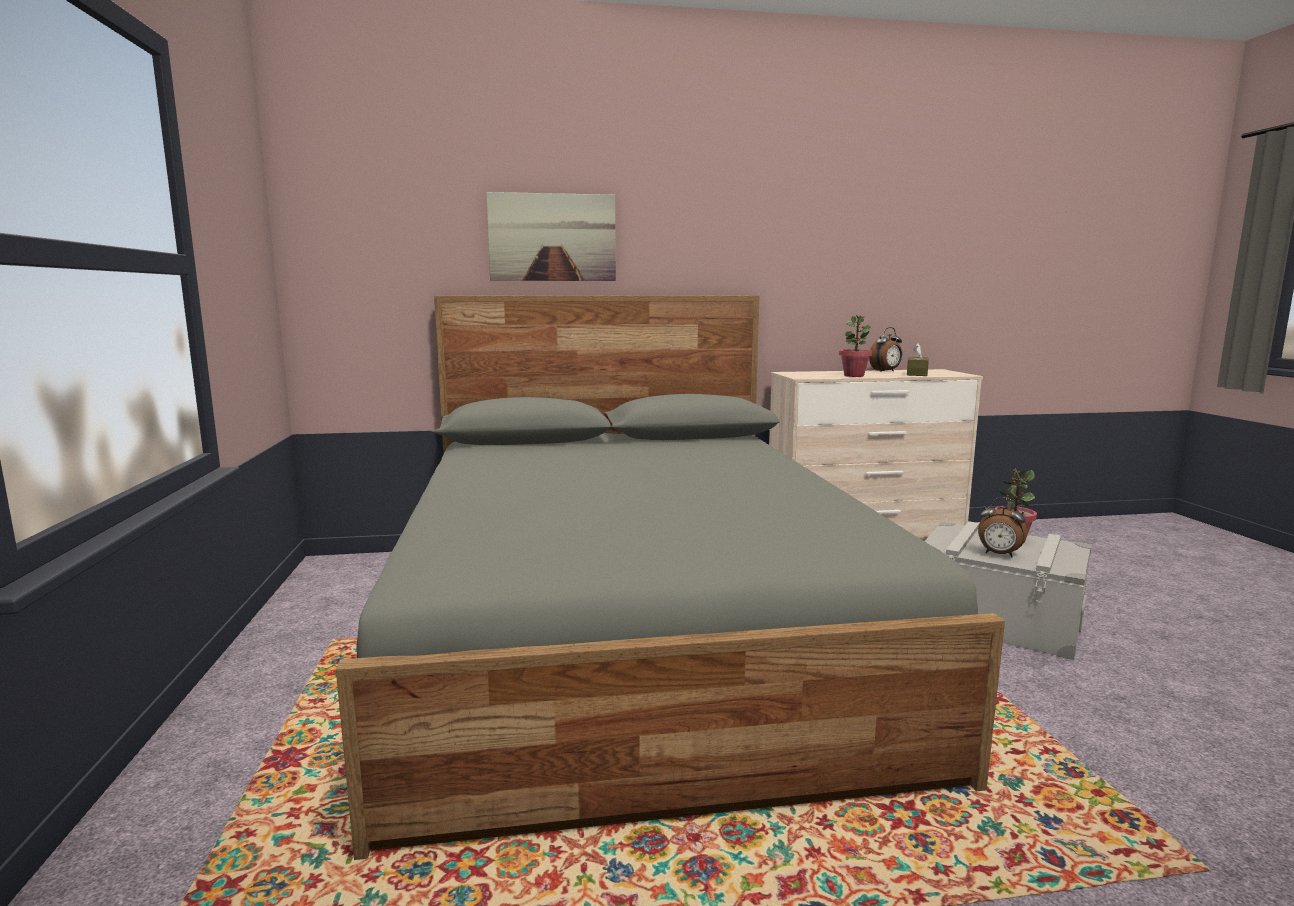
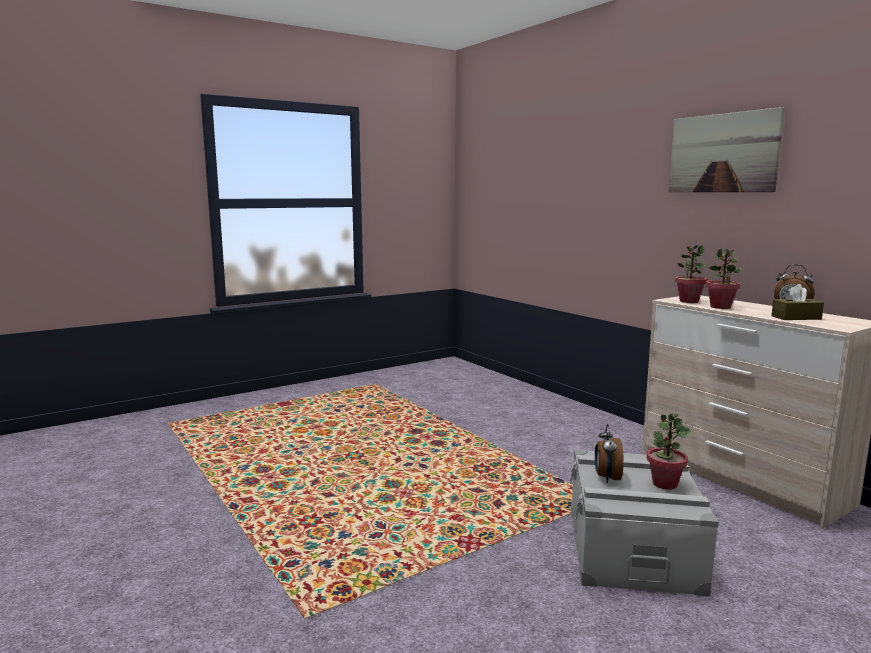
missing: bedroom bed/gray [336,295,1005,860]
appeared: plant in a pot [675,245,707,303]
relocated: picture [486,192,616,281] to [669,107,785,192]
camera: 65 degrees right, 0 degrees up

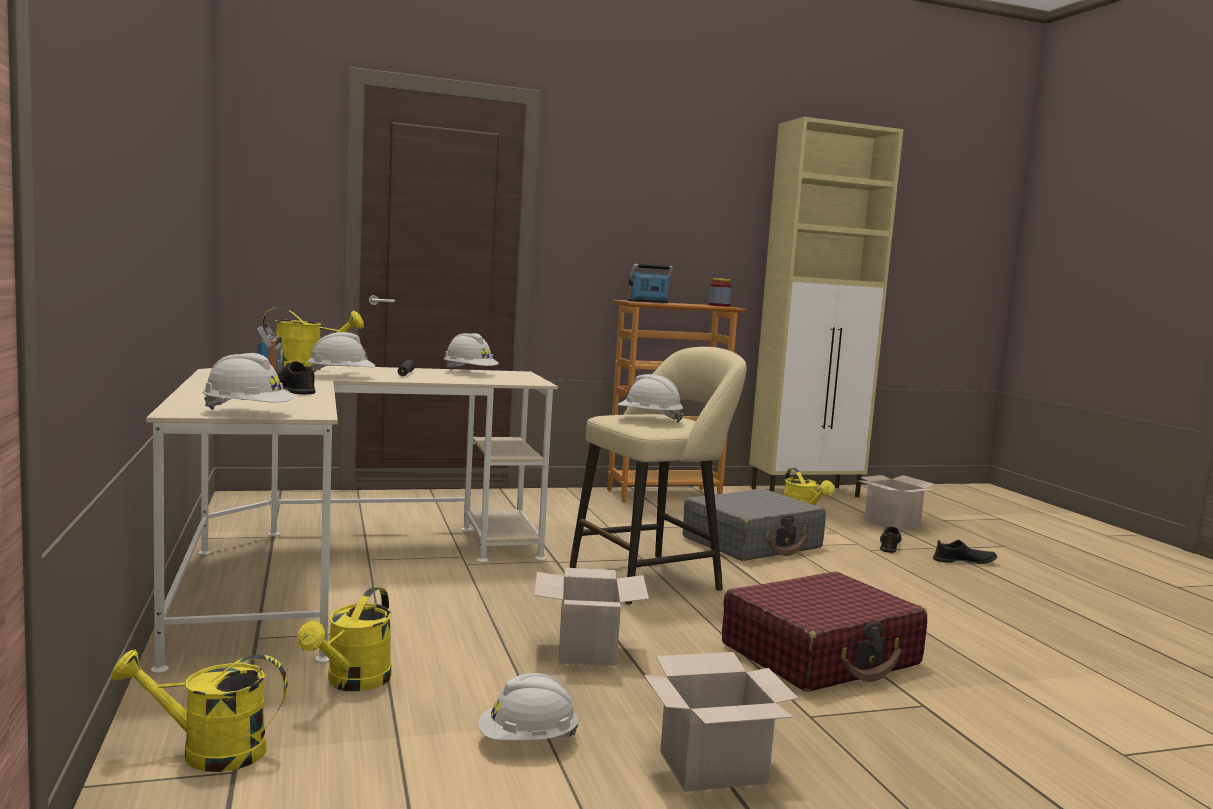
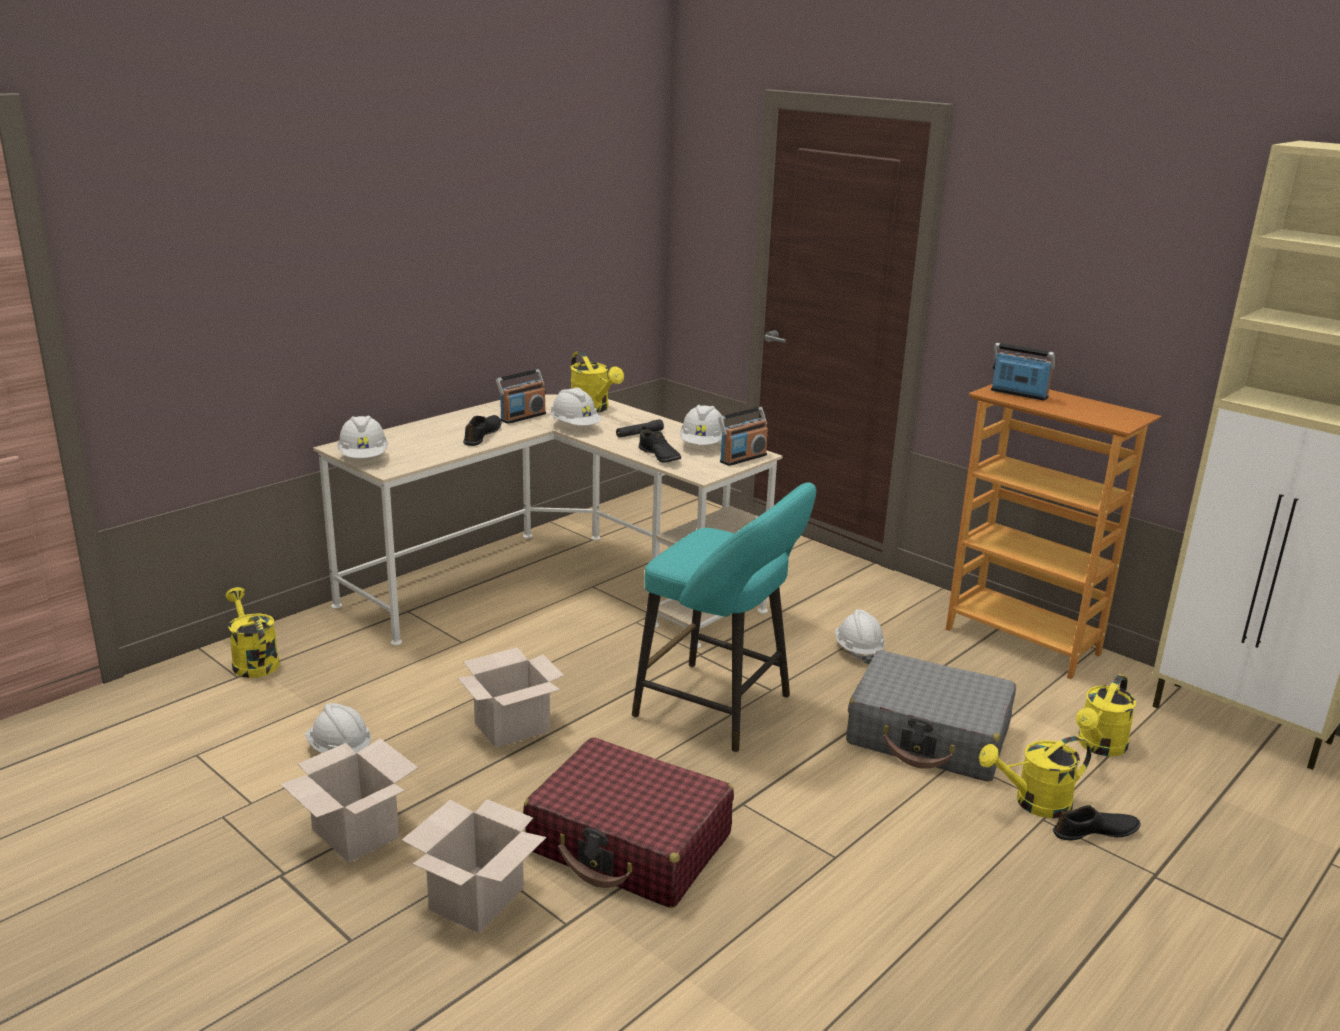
missing: storage jar [709,278,732,307]
appeared: radio receiver [718,407,768,466]
relocated: sprinkling can/yellowish [297,587,392,691] to [979,736,1091,818]; work helmet/whitish [617,374,684,423] to [835,609,885,665]; packing box [857,475,936,530] to [402,799,547,933]; low shoe/blackish [933,540,997,564] to [639,426,681,462]
colour: stool/sand-coloured [569,347,747,605] to stool/blue-green [632,482,816,753]
camera: 60 degrees right, 15 degrees up

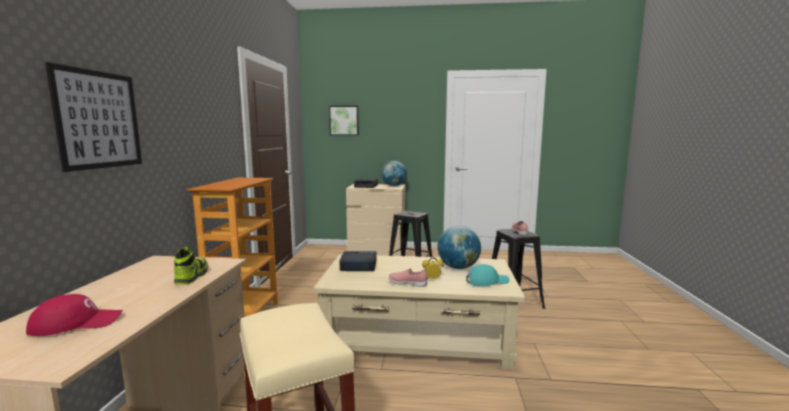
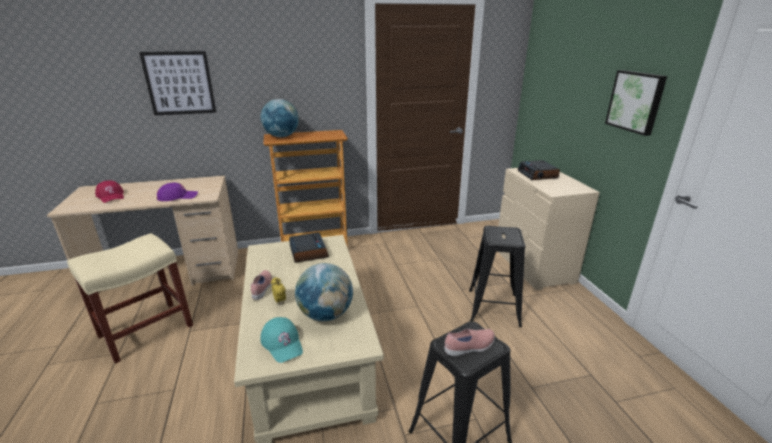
relocated: picture [329,106,359,136] to [605,70,667,136]; desk globe [381,161,407,186] to [260,99,299,137]
exchanged: low shoe [174,247,208,285] to baseball cap/purple [157,183,198,201]
camera: 70 degrees right, 15 degrees up

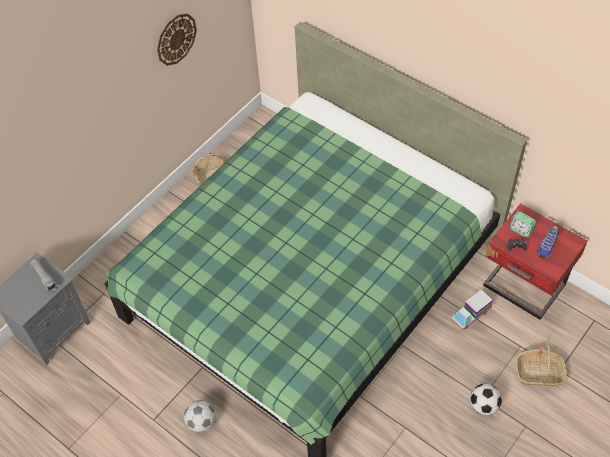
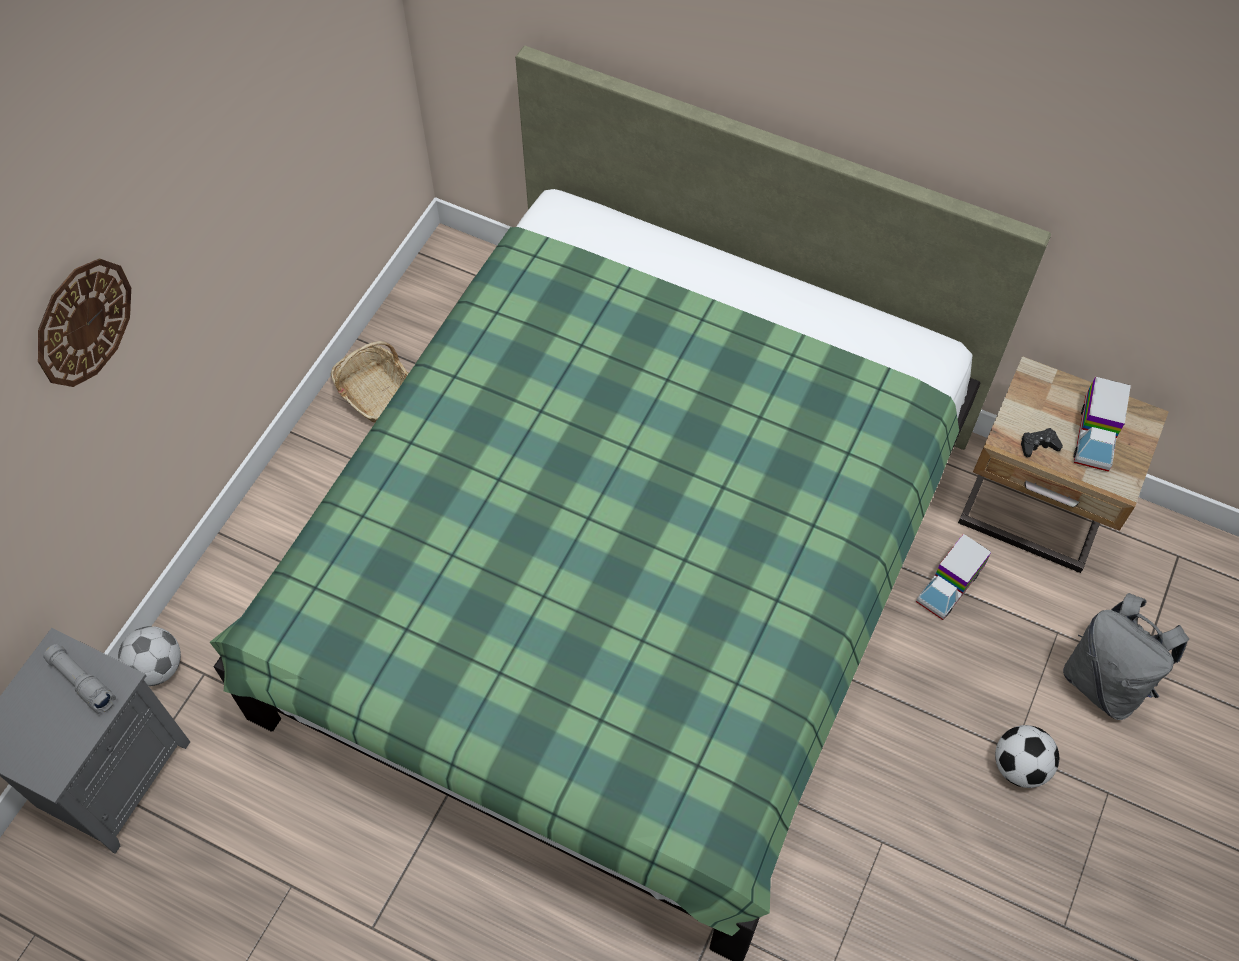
missing: alarm clock [509,211,536,238]
relocated: wall clock [157,14,197,66] to [38,258,131,387]; ball for football [184,400,215,432] to [118,626,181,686]
exchanged: storage basket [516,342,567,387] to backpack/gray [1063,593,1189,720]; low shoe [537,226,559,259] to model truck [1074,377,1131,472]
colour: nightstand/red-coloured [483,204,588,320] to nightstand/sand-coloured [958,356,1169,573]
camera: 15 degrees left, 5 degrees up

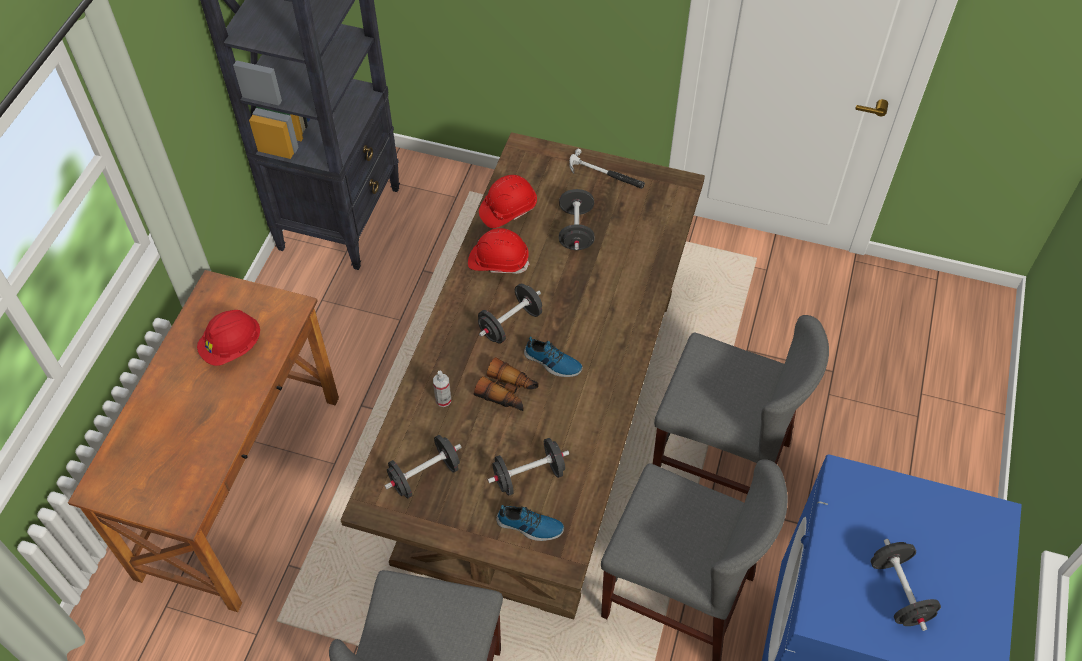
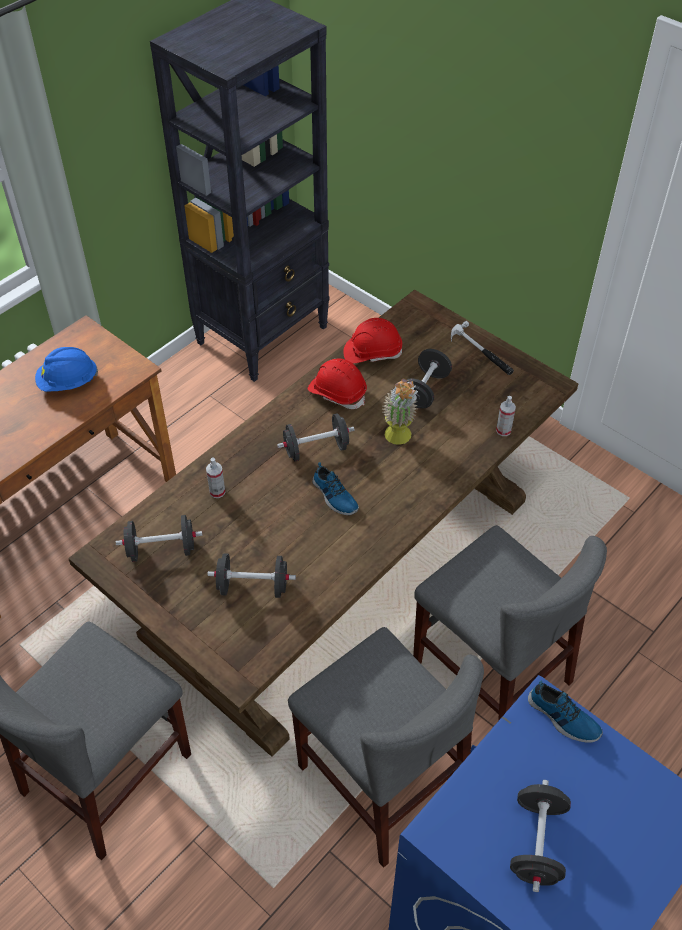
missing: binoculars [474,357,539,411]
appeared: plant in a pot [382,378,418,445]; sprayer [496,396,516,436]
relocated: low shoe [496,505,564,541] to [528,681,603,743]
colour: work helmet/red-coloured [197,310,260,366] to work helmet/blue-coloured [35,347,98,392]
camera: 25 degrees right, 5 degrees down

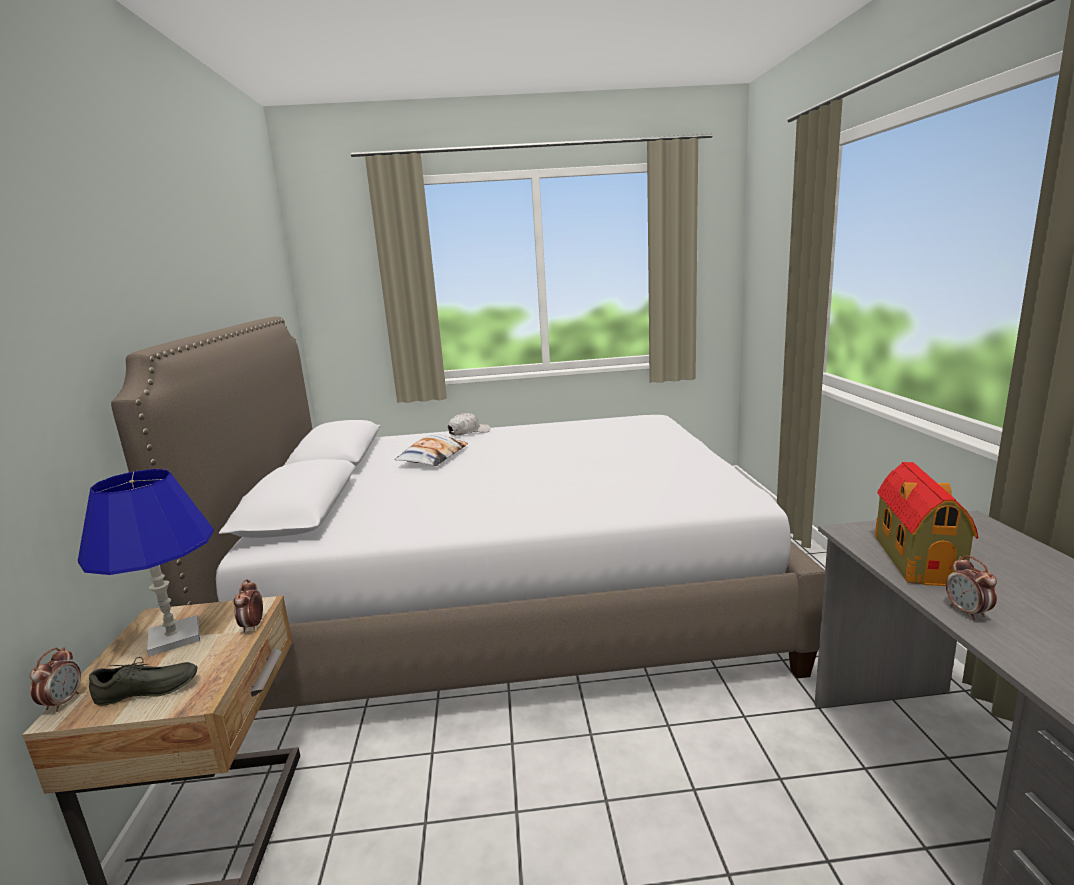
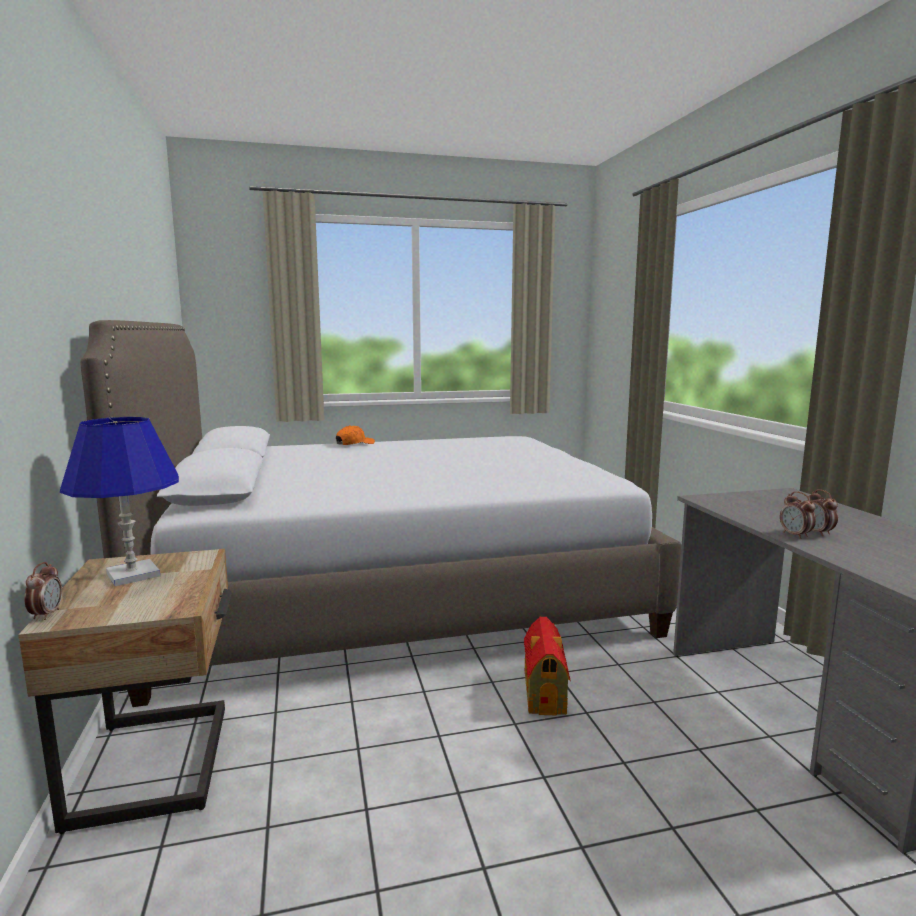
missing: low shoe/gray [89,657,198,706]; throw pillow [394,434,468,466]
relocated: alarm clock [234,579,263,633] to [808,489,838,536]; toy house [875,462,978,586] to [524,617,571,716]
colour: baseball cap/whitish [448,413,490,436] to baseball cap/orange [336,425,375,445]
camera: 10 degrees left, 5 degrees down

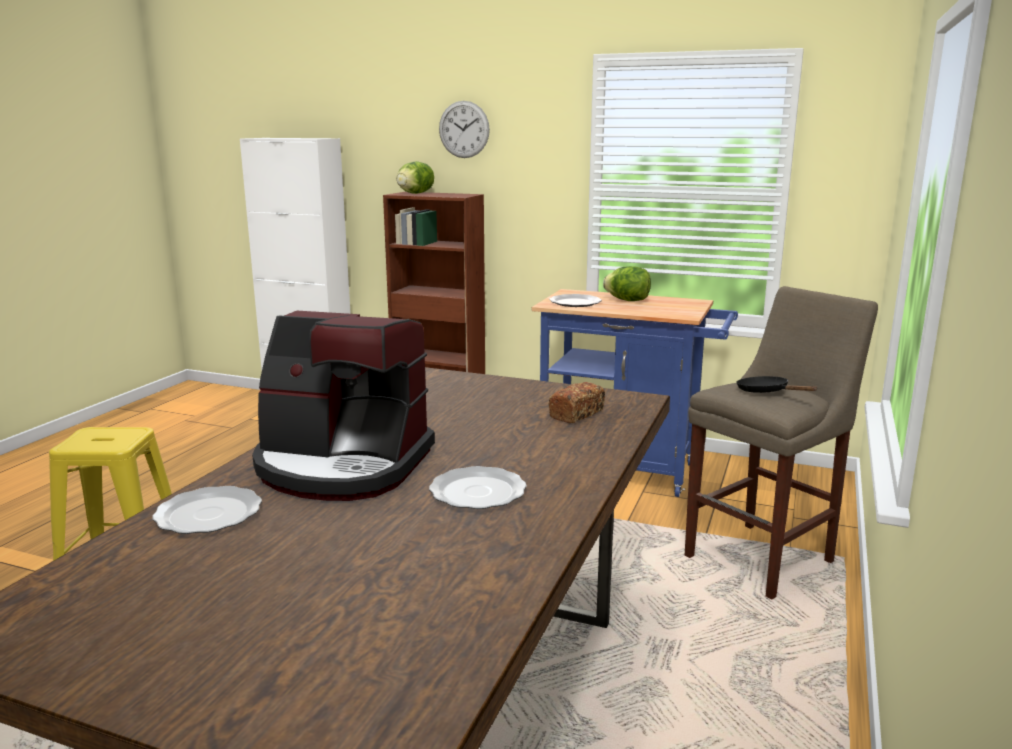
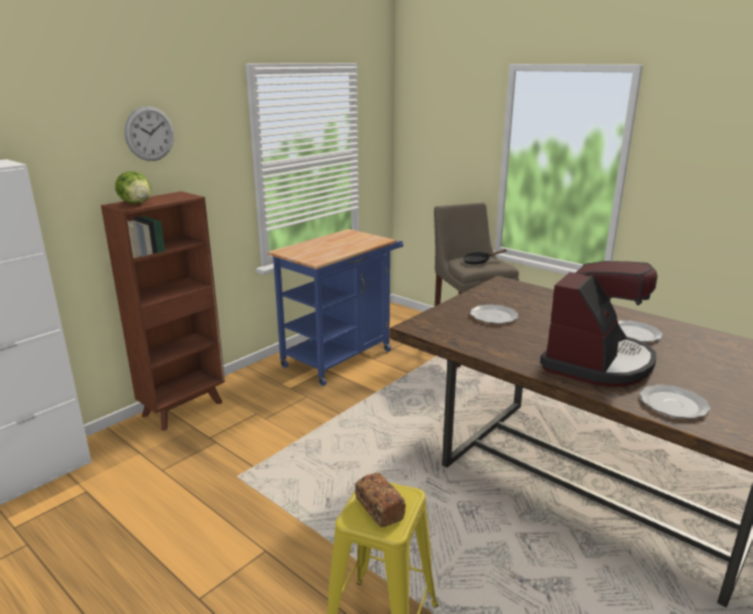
missing: head of lettuce [603,266,651,301]
relocated: baked bread [548,382,605,423] to [355,473,406,527]; plate [549,294,602,307] to [470,304,518,324]
camera: 70 degrees left, 5 degrees up

